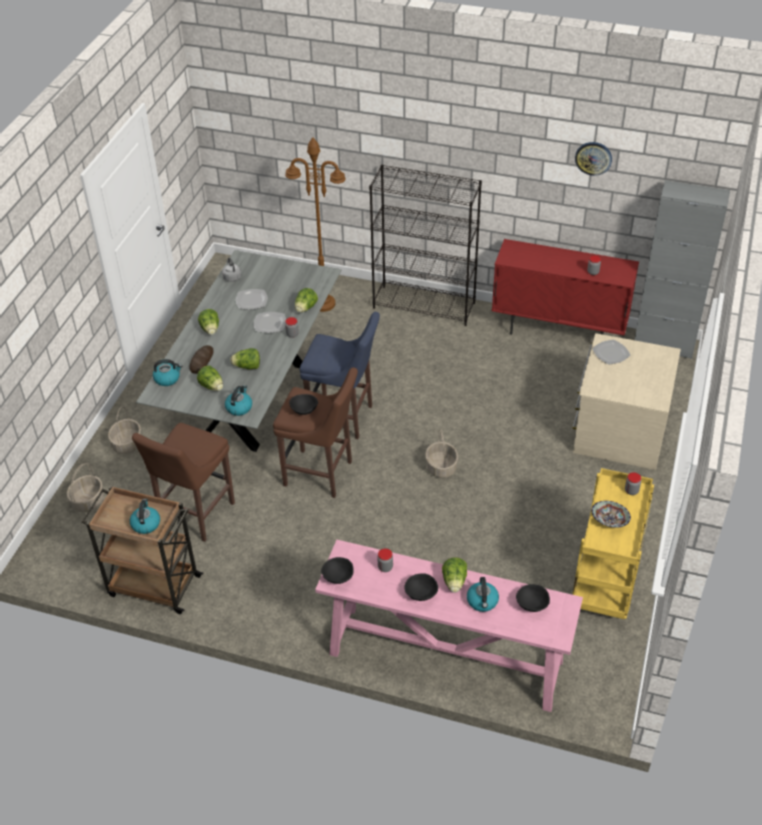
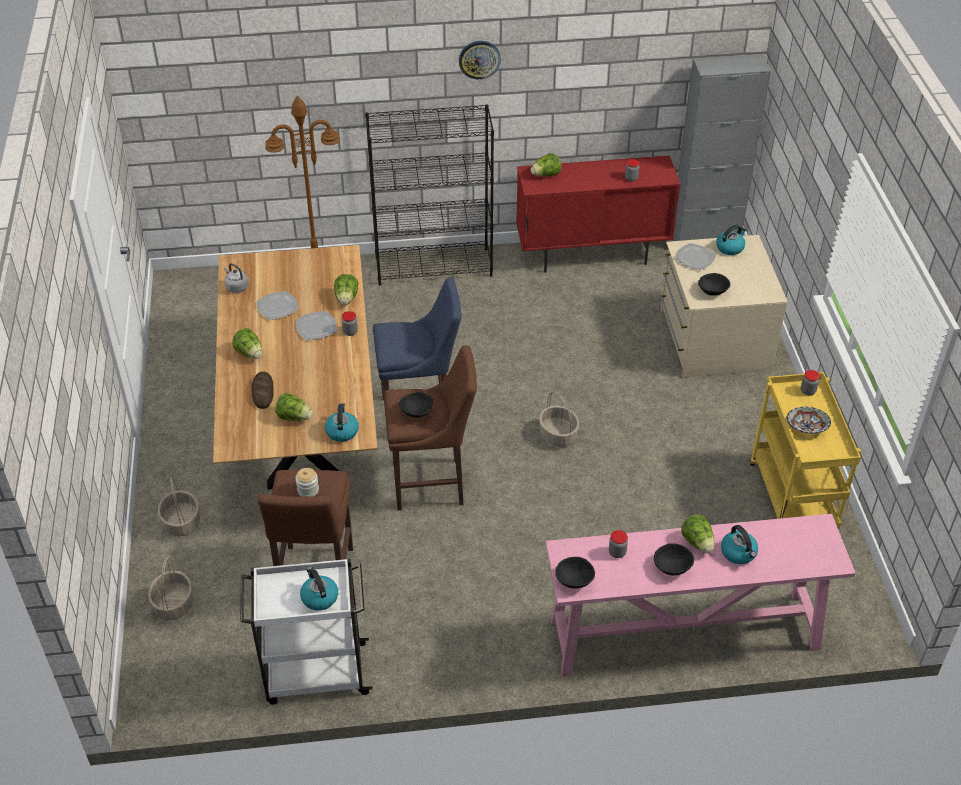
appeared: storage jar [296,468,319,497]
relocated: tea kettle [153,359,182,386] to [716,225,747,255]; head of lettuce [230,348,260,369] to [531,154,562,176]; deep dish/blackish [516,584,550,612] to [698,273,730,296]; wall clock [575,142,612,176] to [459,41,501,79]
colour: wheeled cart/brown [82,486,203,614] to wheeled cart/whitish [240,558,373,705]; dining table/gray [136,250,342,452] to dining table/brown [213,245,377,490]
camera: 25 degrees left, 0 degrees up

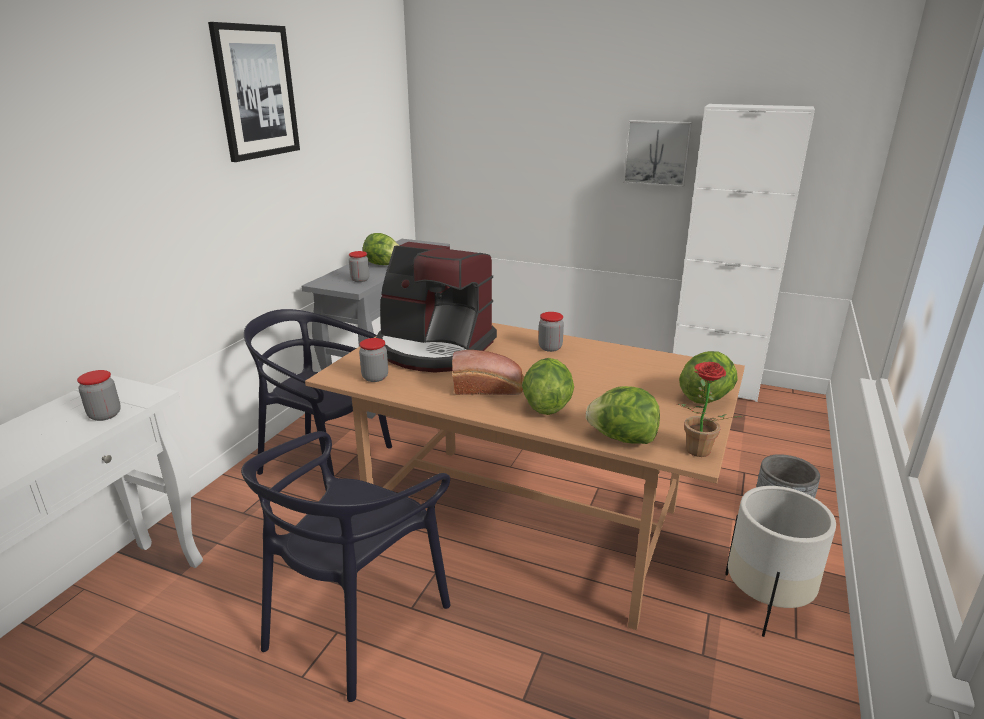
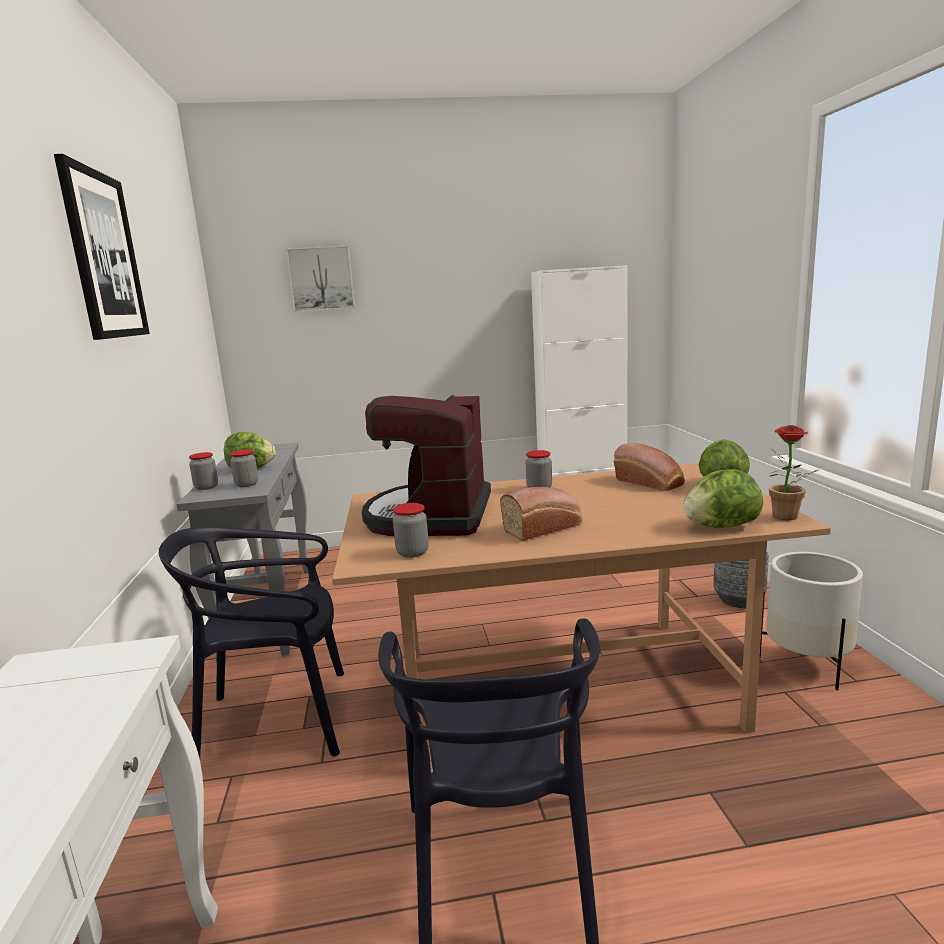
missing: head of lettuce [522,358,574,415]
appeared: baked bread [614,443,685,491]
relocated: storage jar [77,370,121,421] to [189,452,218,490]; picture [623,120,692,187] to [286,245,355,312]
spun: coffee maker [376,242,497,372] = [362,395,491,536] 105 degrees clockwise
camera: 30 degrees left, 10 degrees down

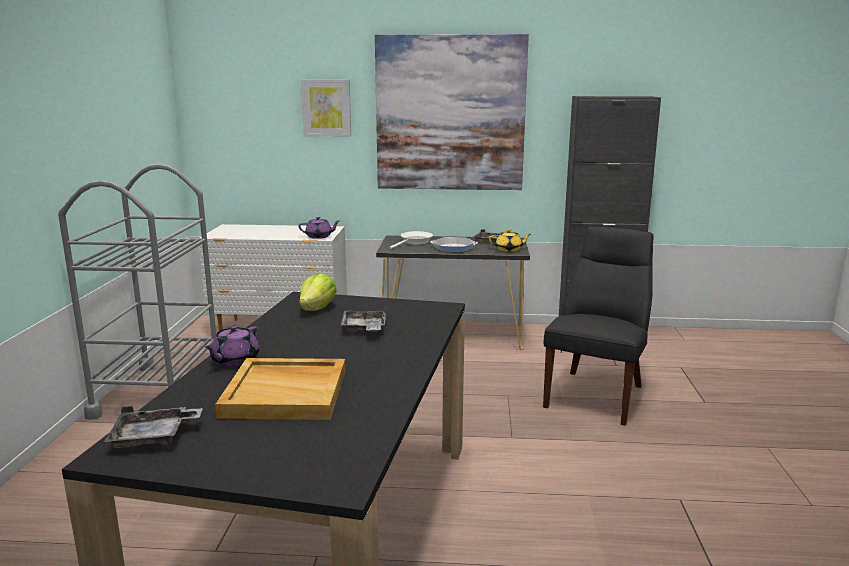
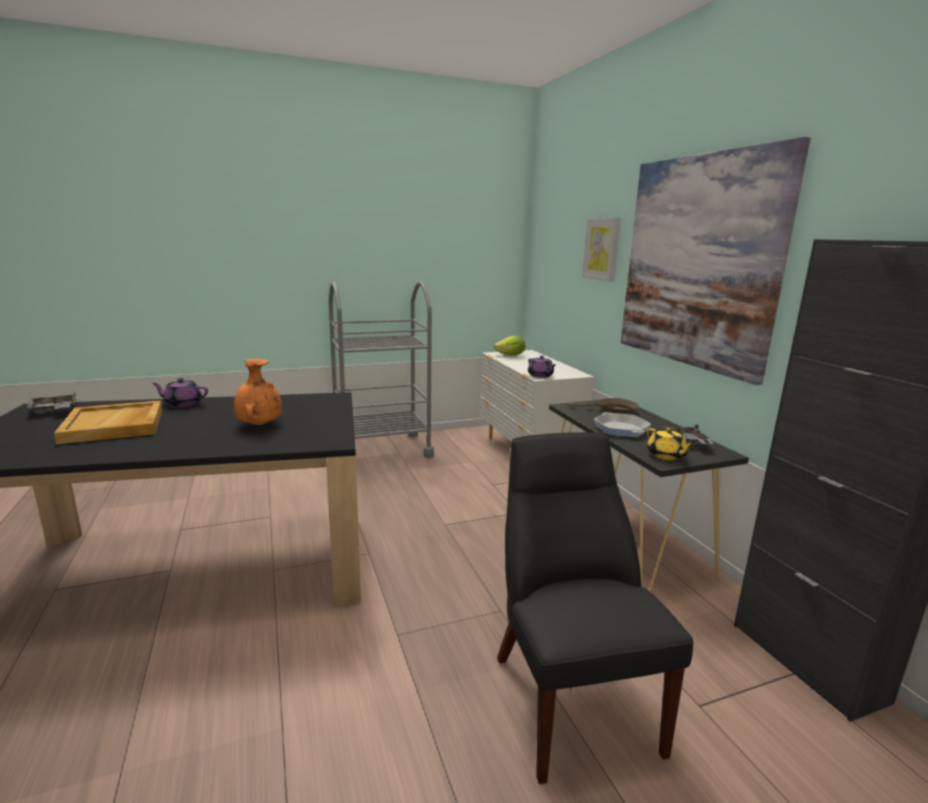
relocated: head of lettuce [299,273,337,311] to [493,336,525,355]
exchanged: tray/gray [341,307,386,332] to flower vase/orange [234,359,282,425]
colour: frying pan/whitish [390,231,433,249] to frying pan/brown [568,398,639,415]
spun: chair/blackish [543,226,654,426] = [497,432,694,784] 105 degrees counterclockwise
camera: 65 degrees right, 0 degrees up

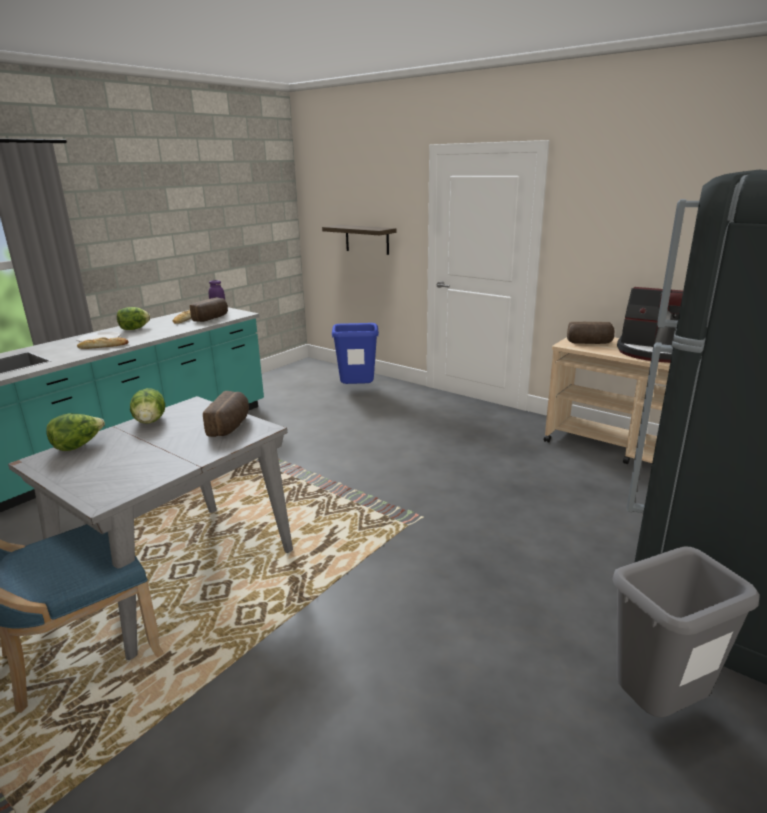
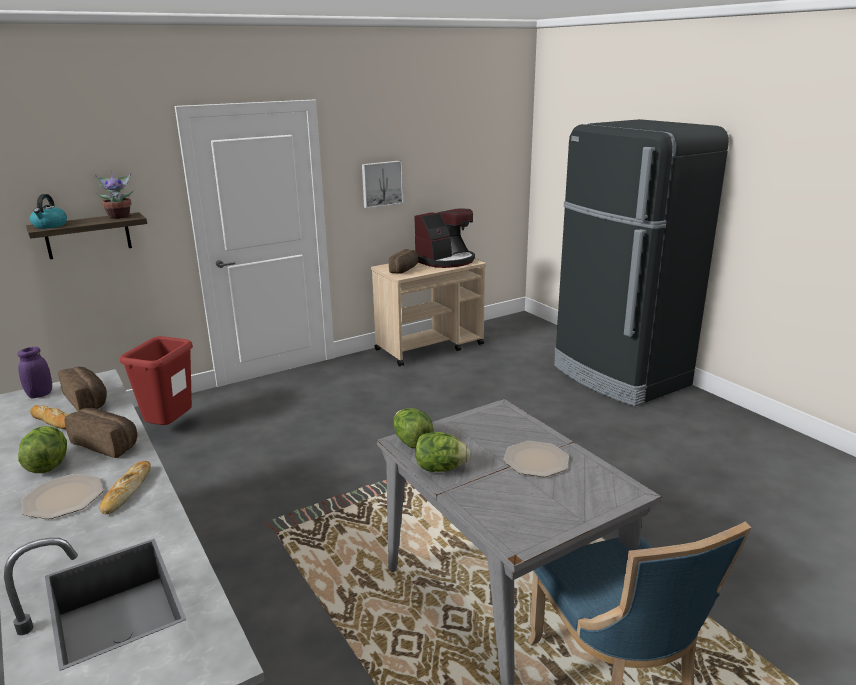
missing: waste bin/gray [612,546,760,718]
appeared: tea kettle [30,194,67,229]; plant in a pot [95,171,133,219]; picture [362,161,403,209]; plate [503,441,569,477]
relocated: head of lettuce [47,413,105,451] to [393,408,434,449]; baked bread [203,391,249,437] to [64,408,137,458]
colour: waste bin/blue-coloured [332,323,379,384] to waste bin/red-coloured [120,336,193,425]
camera: 70 degrees left, 0 degrees up

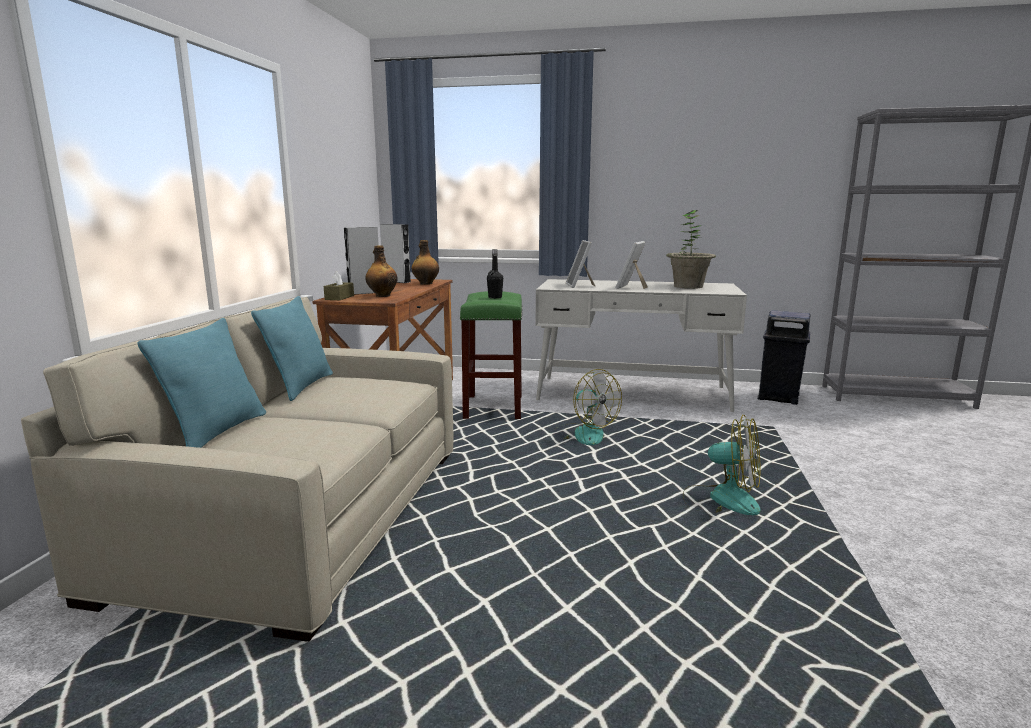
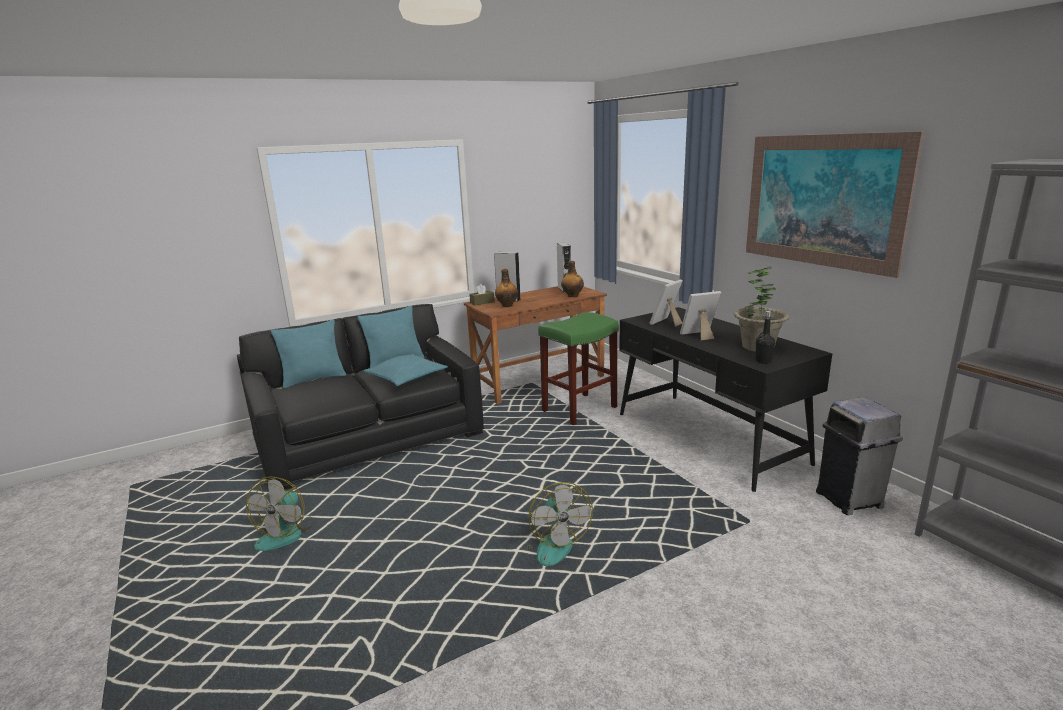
appeared: throw pillow/blue-green [363,354,448,386]; picture [746,131,924,278]
relocated: bottle/blackish [487,249,503,299] to [756,311,775,364]; cooling fan [555,369,622,445] to [246,477,313,551]
colour: couch/sand-coloured [21,297,454,642] to couch/blackish [237,304,484,490]; desk/whitish [536,279,747,412] to desk/blackish [619,307,832,492]
camera: 50 degrees right, 5 degrees up

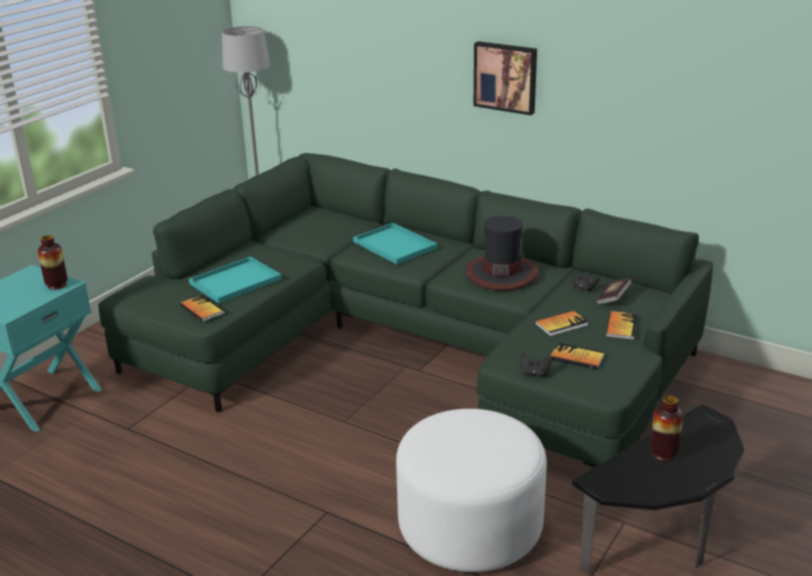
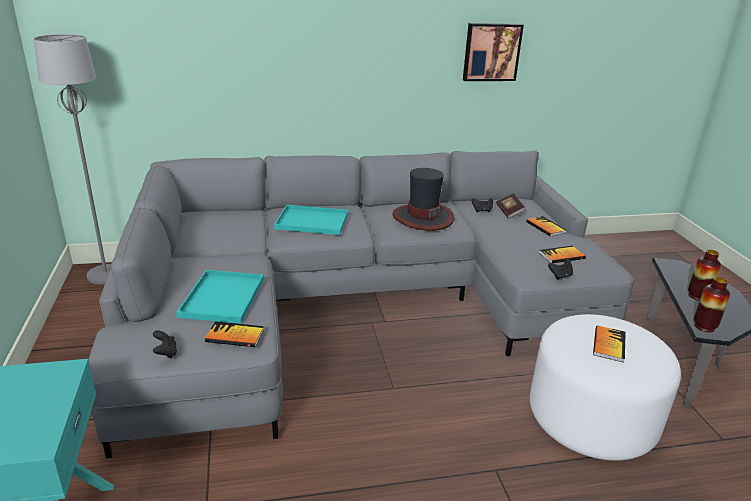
appeared: game controller/blackish [153,330,177,358]
relocated: flower vase [38,235,68,290] to [694,277,730,332]; picture [474,41,537,115] to [463,23,524,81]; bound book [535,311,588,336] to [593,325,626,362]
colour: couch/greenish [98,153,713,467] to couch/gray [88,150,634,458]
camera: 45 degrees left, 0 degrees up

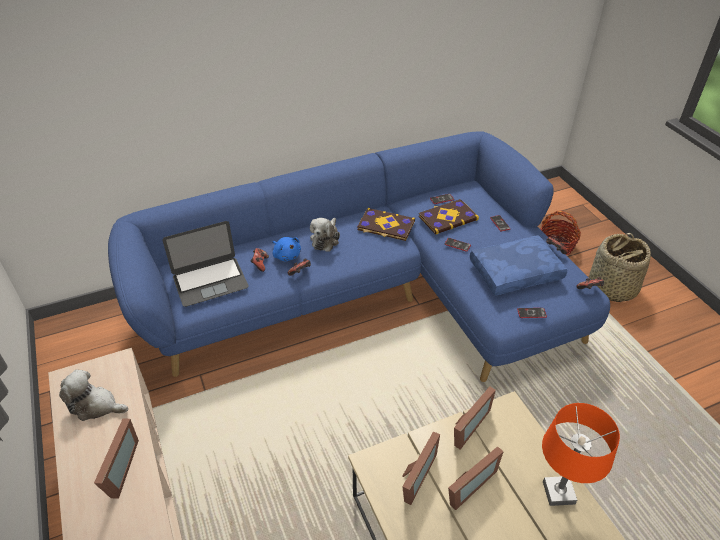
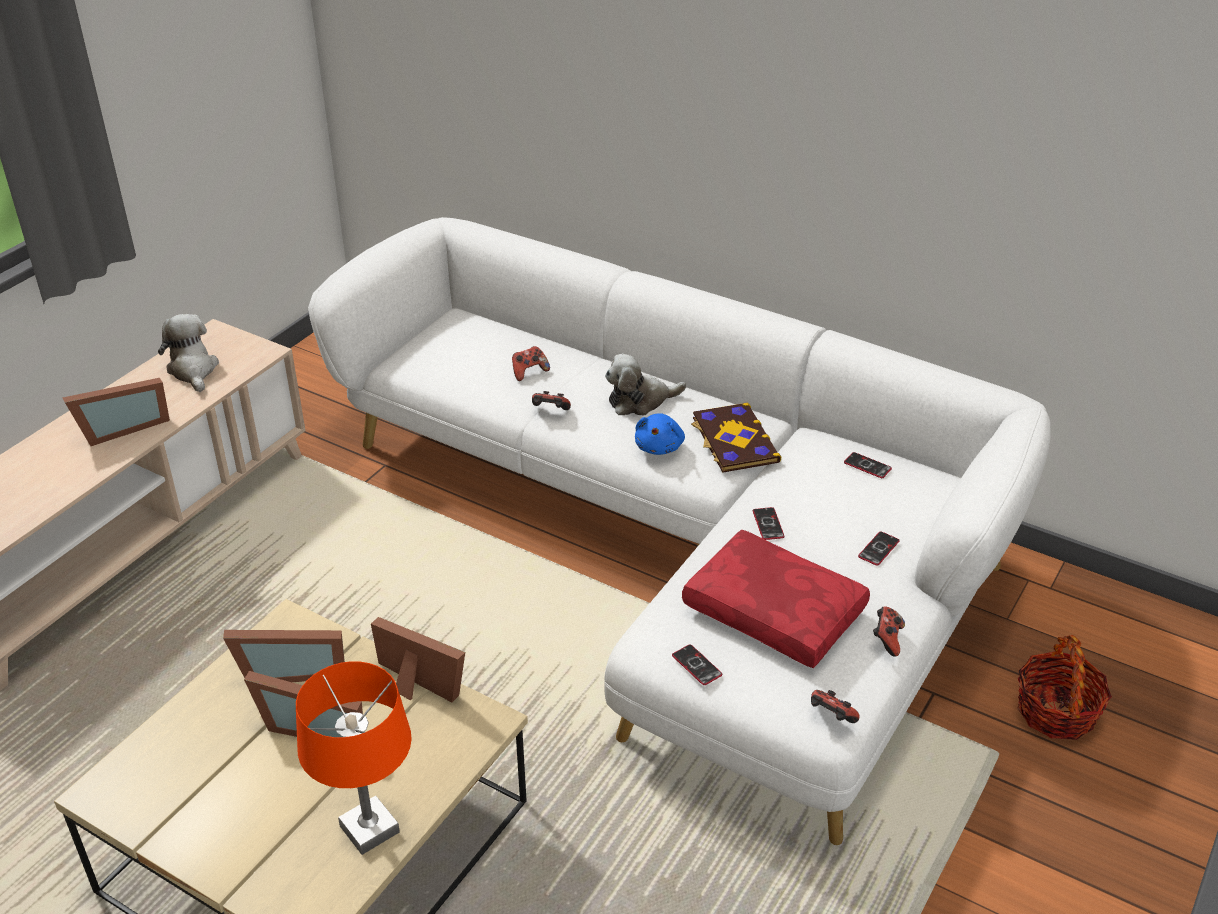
missing: laptop [163,221,248,307]; bound book [418,199,479,234]; storage basket [589,233,651,302]
relocated: plush toy/blue-coloured [273,237,301,261] to [635,413,685,455]
colour: couch/blue-coloured [108,131,610,382] to couch/whitish [308,217,1051,845]; throw pillow/blue-coloured [470,235,567,295] to throw pillow/red-coloured [682,530,870,668]
spun: photo frame [454,386,496,450] = [371,617,465,702] 150 degrees counterclockwise
camera: 55 degrees right, 5 degrees down

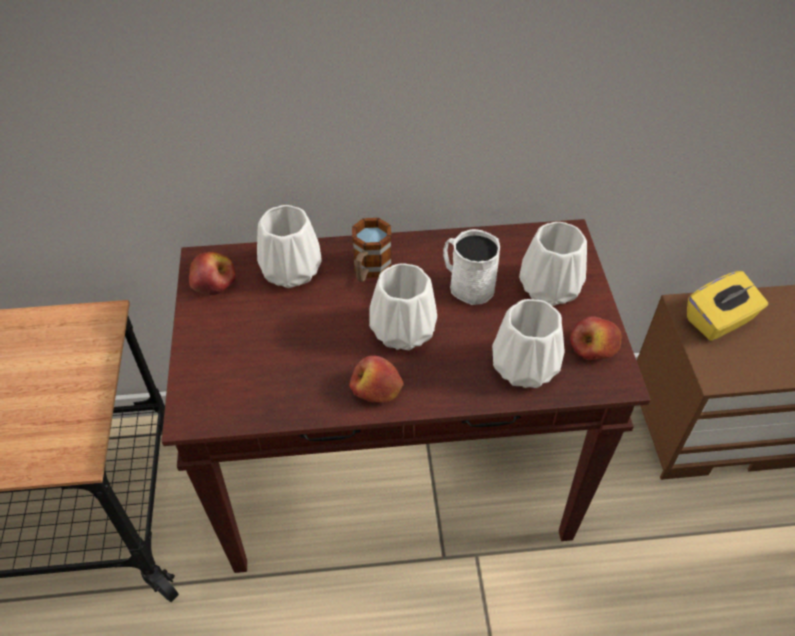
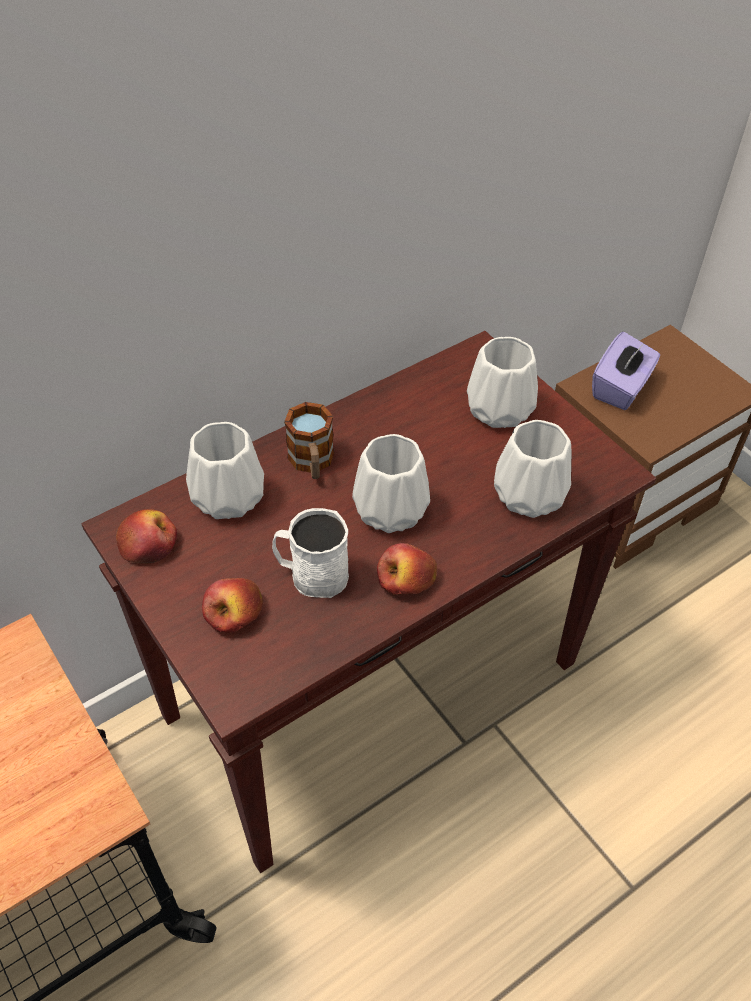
relocated: tea mug/whitish [443,229,500,305] to [272,508,349,598]; apple fruit [570,316,621,360] to [202,578,263,633]
colour: box of tissues/yellowish [687,271,768,341] to box of tissues/purple [592,332,660,410]
camera: 30 degrees left, 0 degrees up

